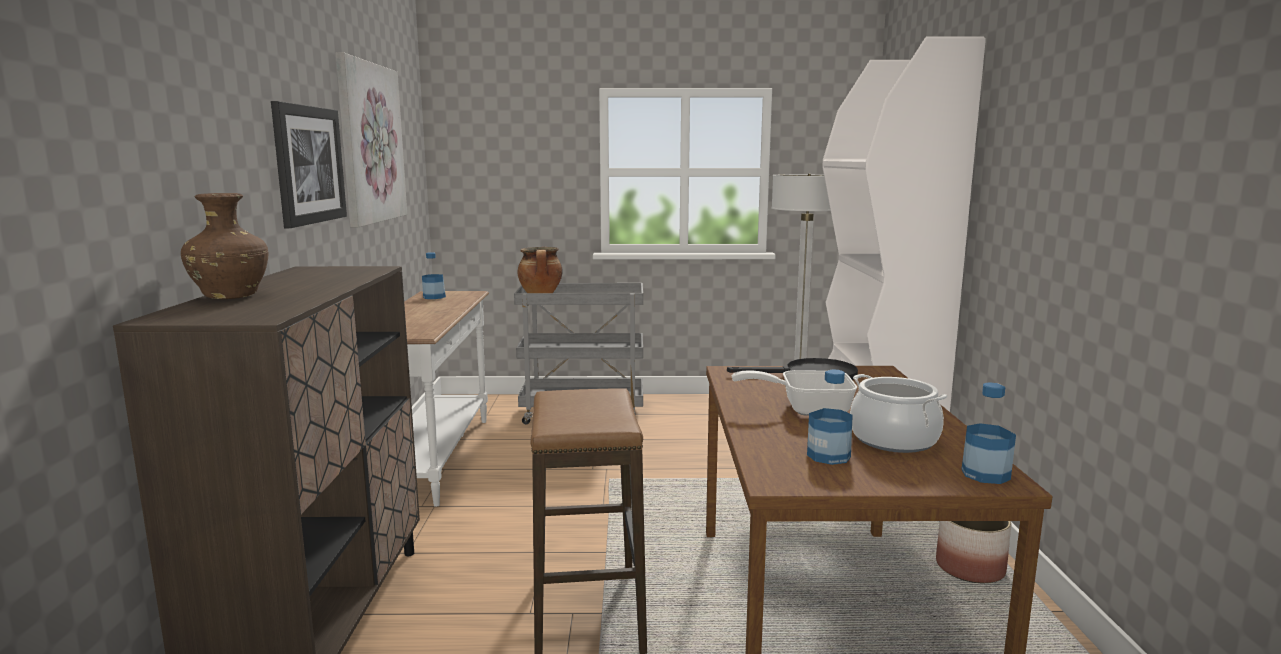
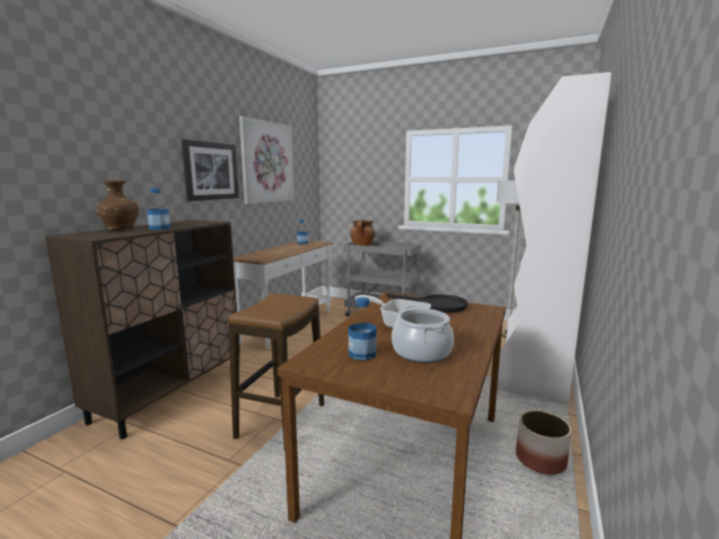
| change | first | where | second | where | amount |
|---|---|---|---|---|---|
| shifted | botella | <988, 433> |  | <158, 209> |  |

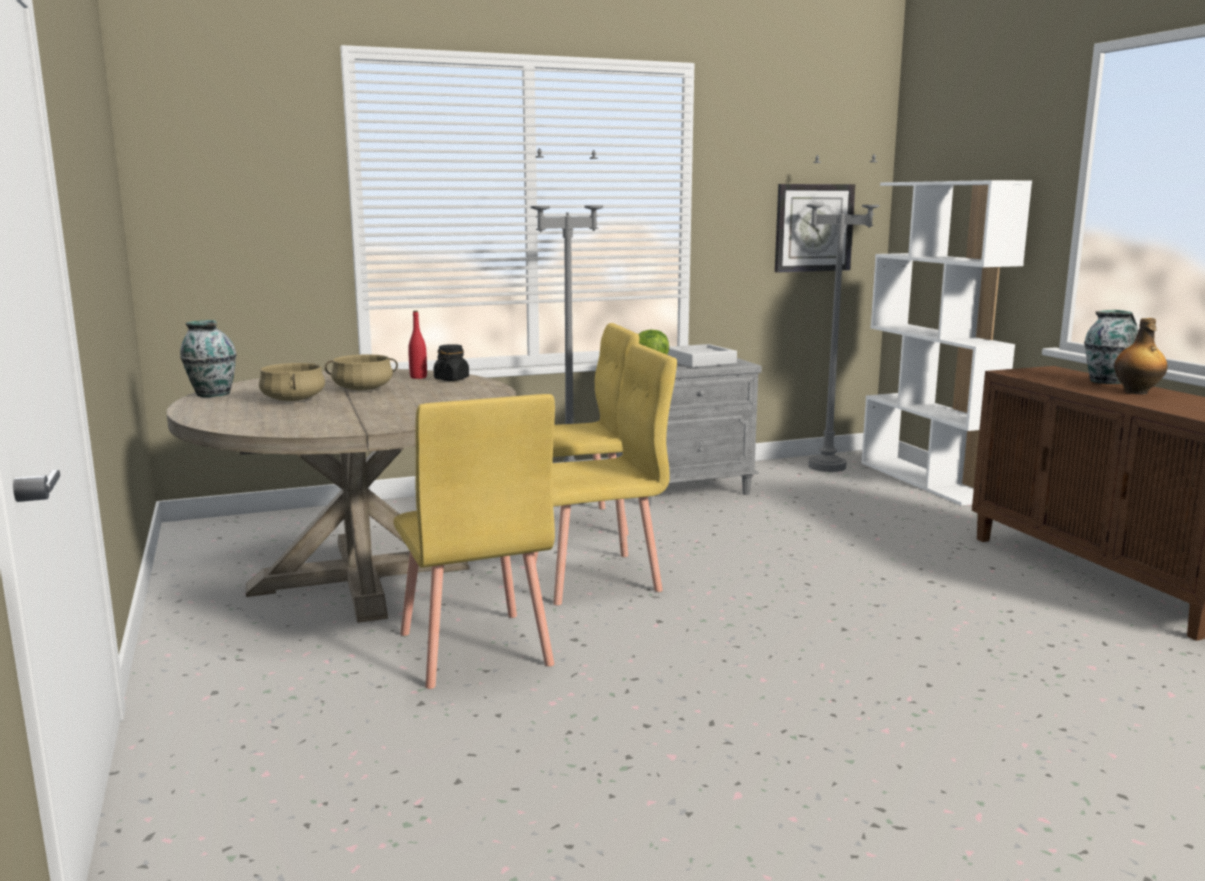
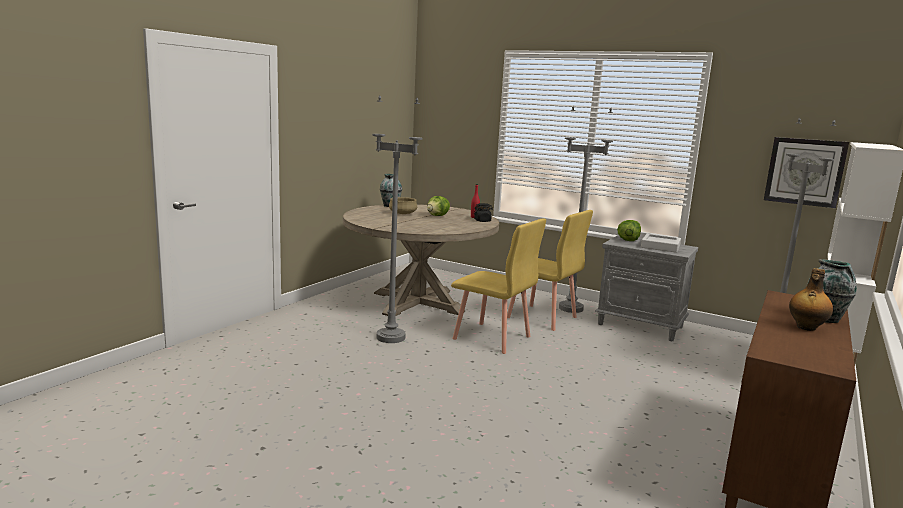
| change | first | where | second | where | amount |
|---|---|---|---|---|---|
| swapped | olla/beis | <361, 372> | lechuga | <438, 206> |  |
| swapped | silla/amarillo | <474, 541> | lámpara de pie/gris | <397, 219> |  |

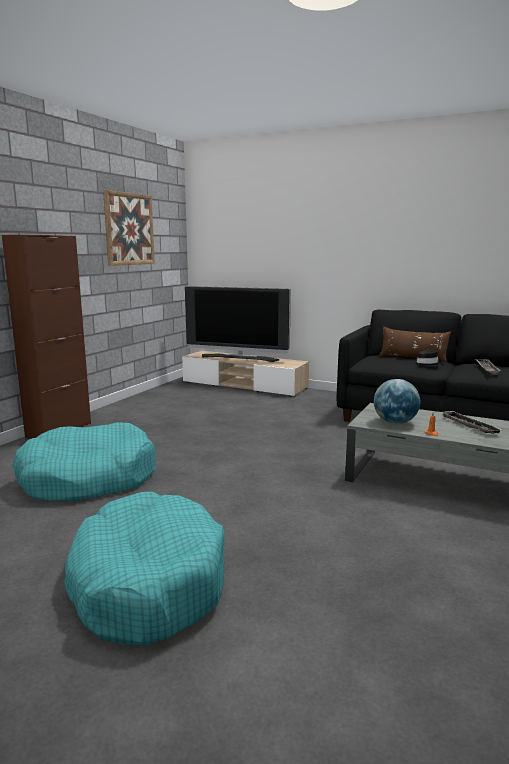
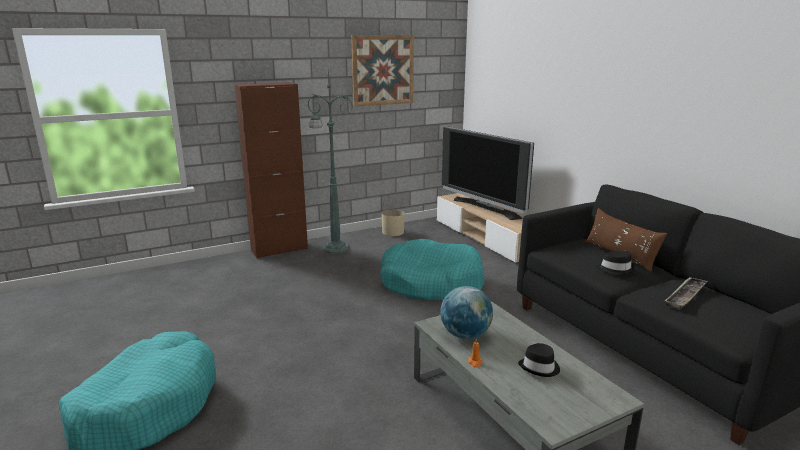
| change | first | where | second | where | amount |
|---|---|---|---|---|---|
| new |  |  | lámpara de pie/verde | <330, 161> |  |
| new |  |  | maceta/beis | <393, 223> |  |
| shifted | cama para perro/turquesa | <84, 462> |  | <432, 269> |  |
| swapped | bandeja | <471, 422> | sombrero/negro | <539, 360> |  |

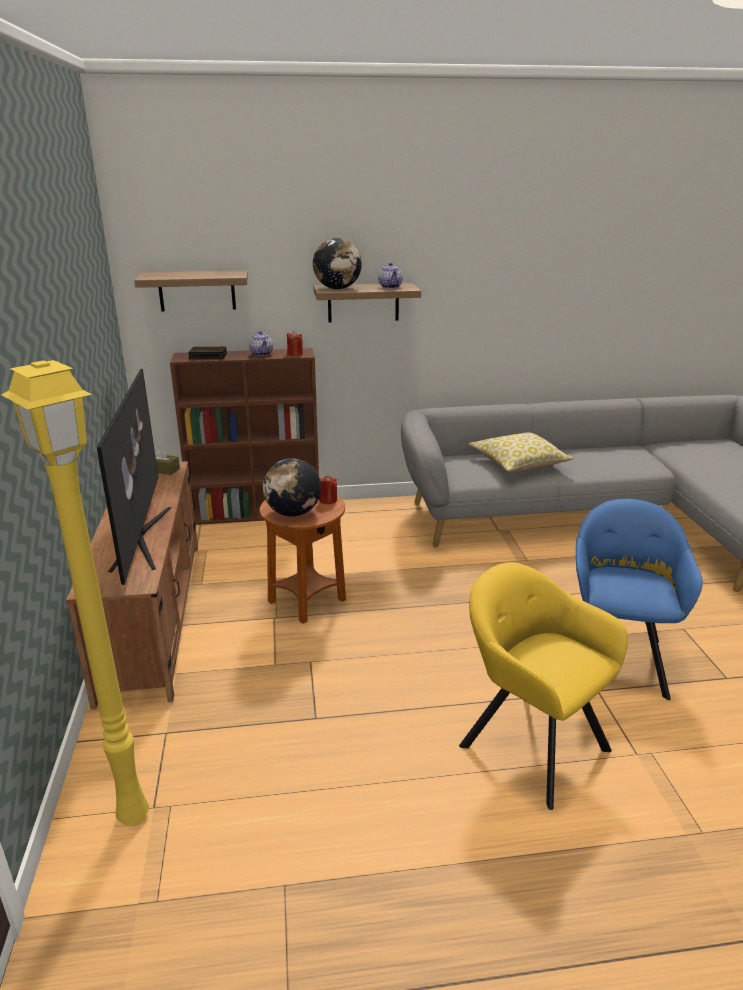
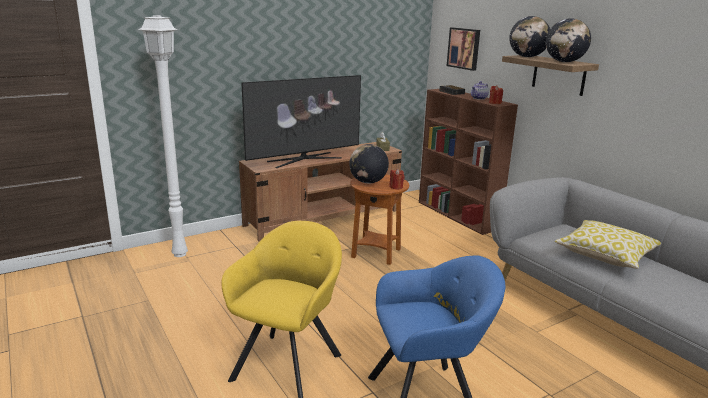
| change | first | where | second | where | amount |
|---|---|---|---|---|---|
| swapped | estante | <191, 291> | cuadro | <463, 49> |  |
| swapped | tetera | <390, 276> | globo terráqueo | <568, 40> |  |
| repainted | lámpara de pie/amarillo | <75, 593> | lámpara de pie/blanco | <163, 136> |  |

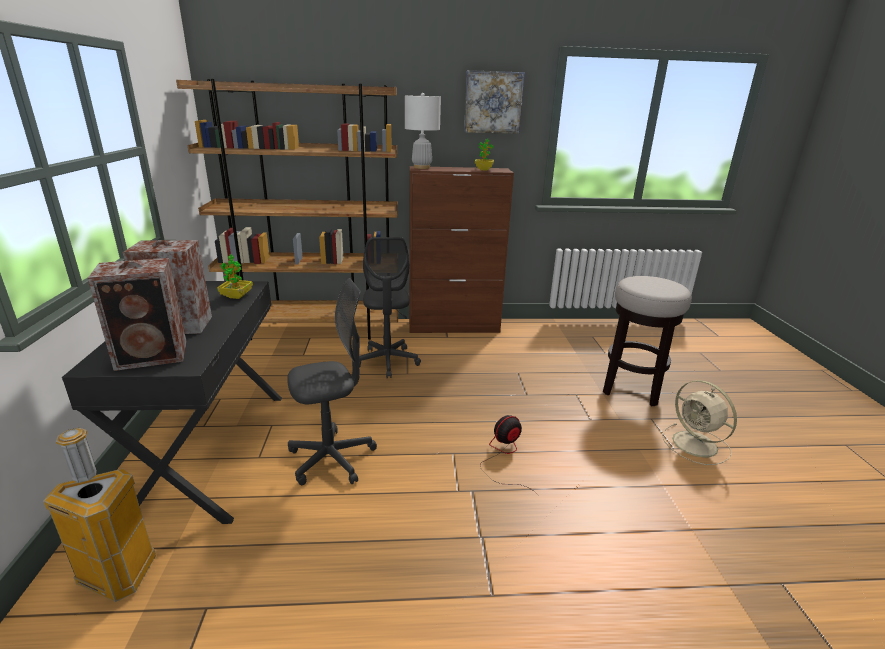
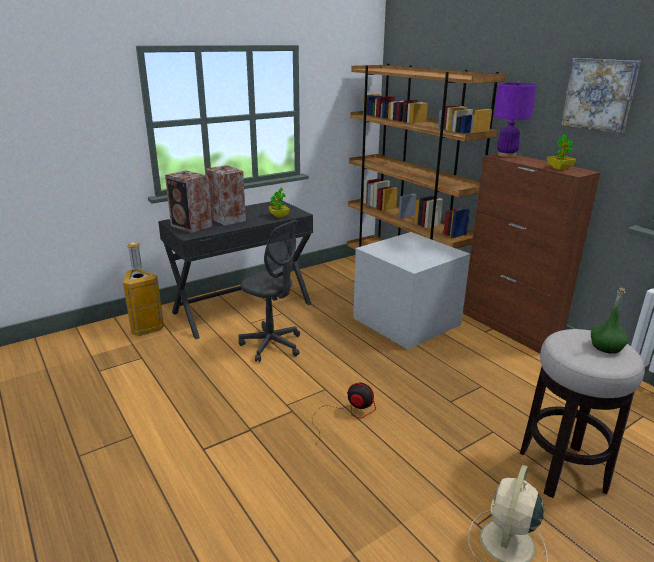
| change | first | where | second | where | amount |
|---|---|---|---|---|---|
| new |  |  | botella/verde | <610, 321> |  |
| swapped | silla de oficina/gris | <390, 307> | caja de almacenaje/gris | <411, 291> |  |
| repainted | lámpara de mesa/blanco | <423, 131> | lámpara de mesa/morado | <515, 119> |  |

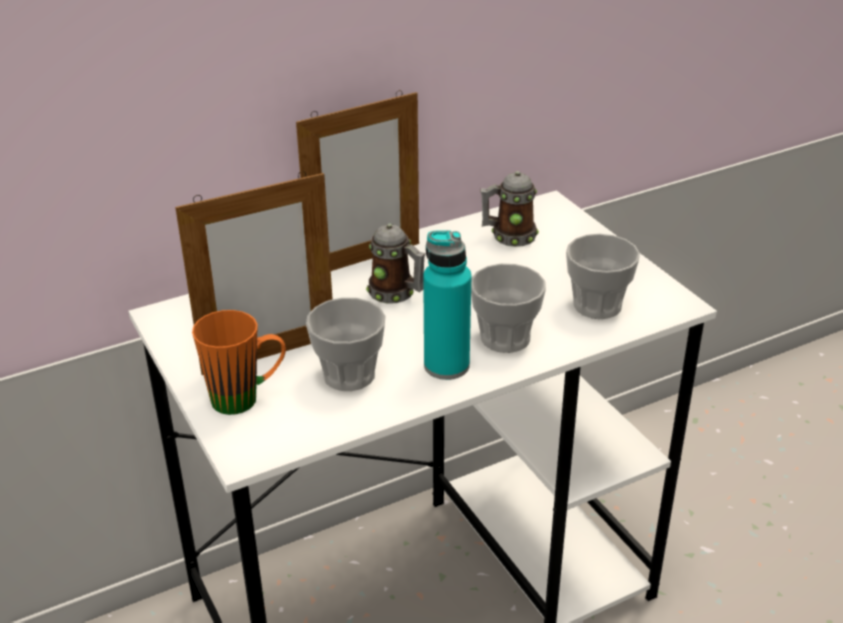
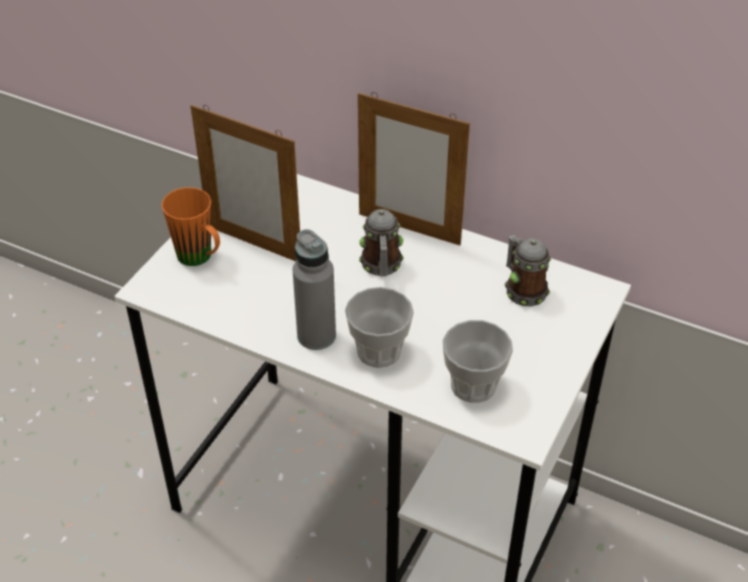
| change | first | where | second | where | amount |
|---|---|---|---|---|---|
| gone | taza | <346, 344> |  |  |  |
| repainted | botella/turquesa | <447, 305> | botella/gris | <314, 289> |  |

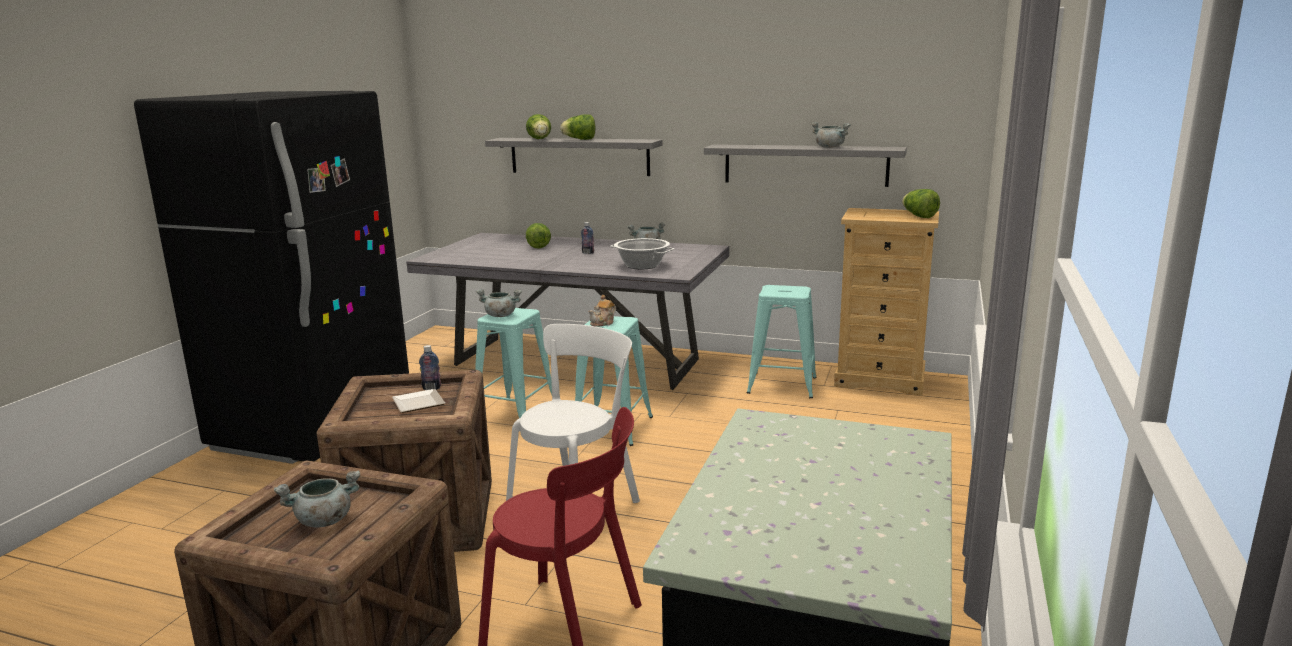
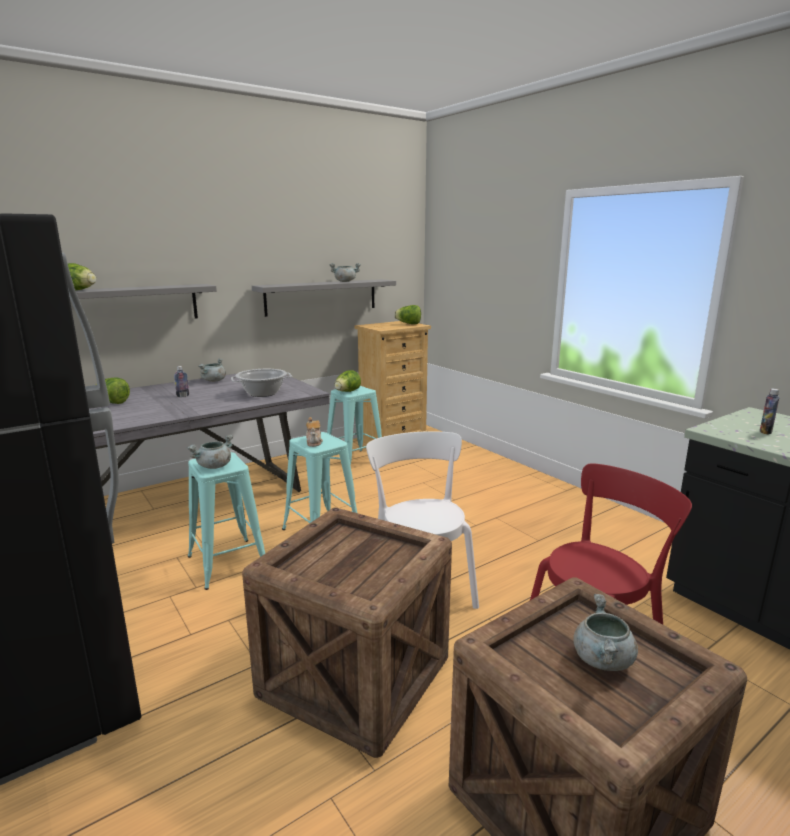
| change | first | where | second | where | amount |
|---|---|---|---|---|---|
| gone | plato | <418, 401> |  |  |  |
| shifted | botella | <430, 367> |  | <769, 412> |  |
| shifted | lechuga | <577, 127> |  | <347, 381> |  |

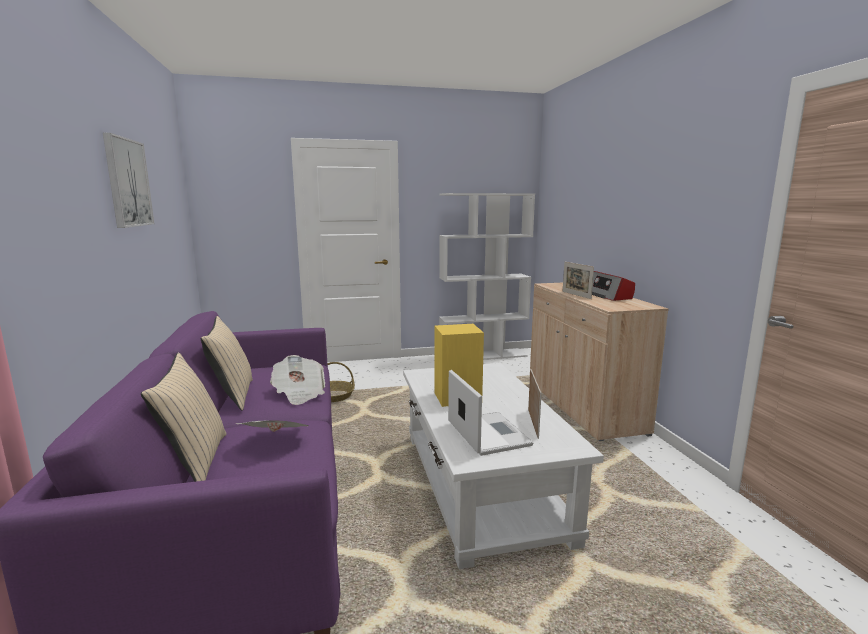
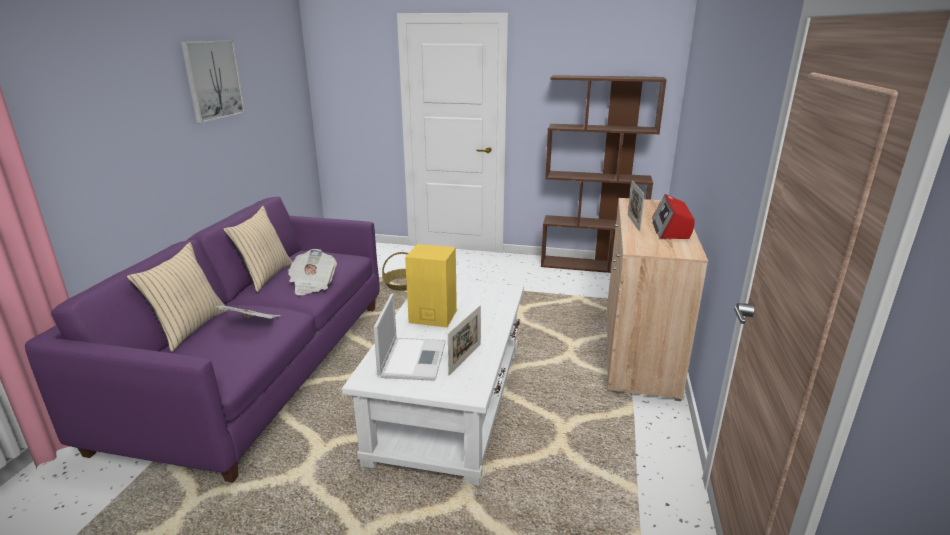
| change | first | where | second | where | amount |
|---|---|---|---|---|---|
| repainted | estantería/blanco | <487, 276> | estantería/marrón | <604, 174> |  |

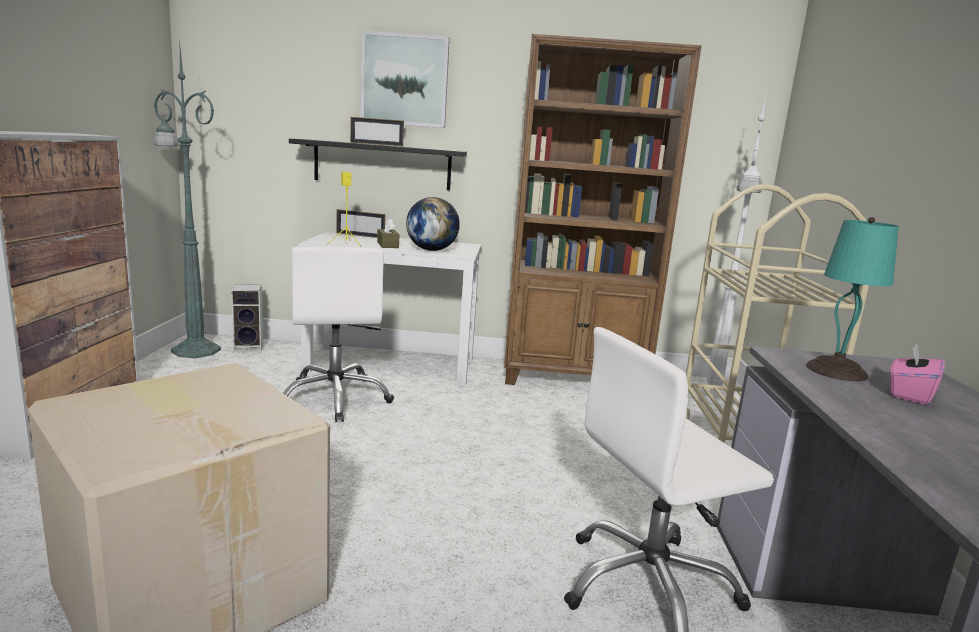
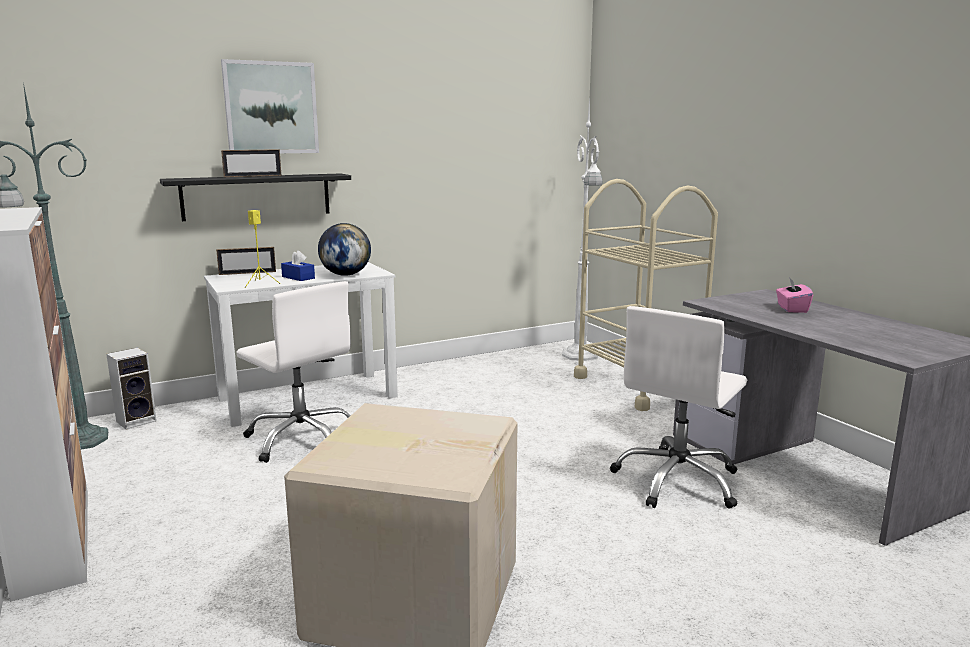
| change | first | where | second | where | amount |
|---|---|---|---|---|---|
| gone | estantería/marrón | <603, 209> |  |  |  |
| gone | lámpara de mesa/turquesa | <852, 299> |  |  |  |
| repainted | caja de pañuelos/marrón | <388, 233> | caja de pañuelos/azul | <298, 265> |  |

